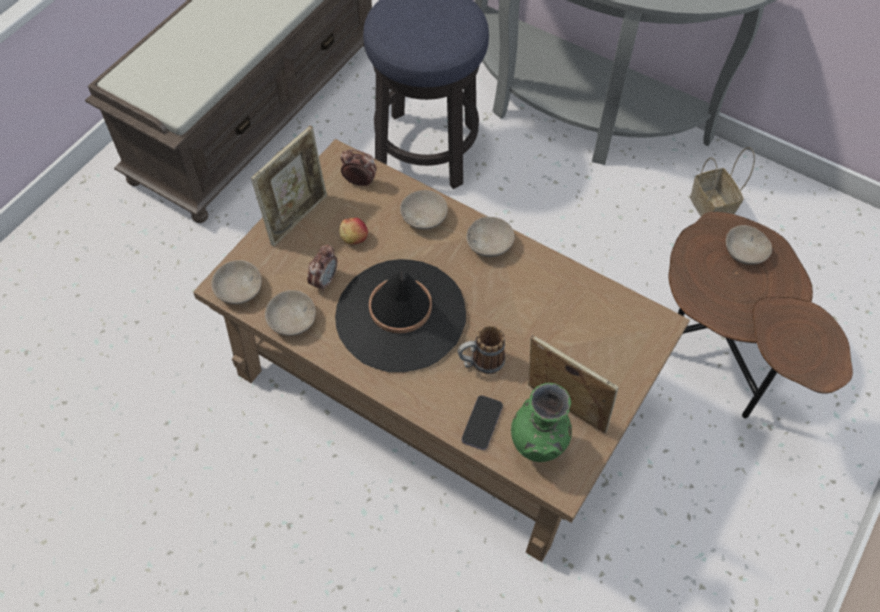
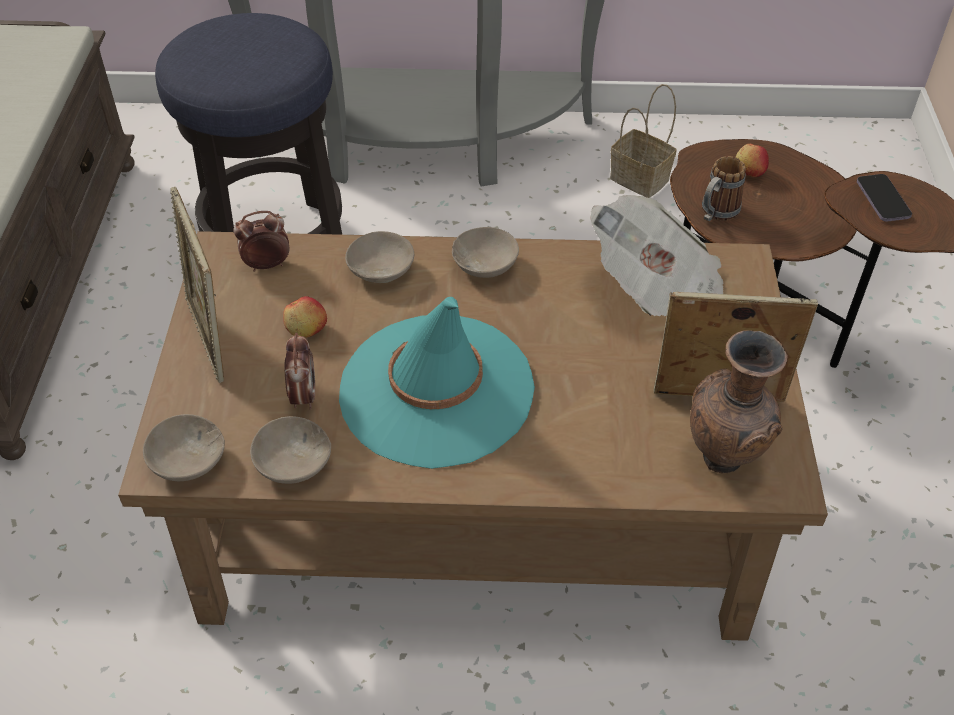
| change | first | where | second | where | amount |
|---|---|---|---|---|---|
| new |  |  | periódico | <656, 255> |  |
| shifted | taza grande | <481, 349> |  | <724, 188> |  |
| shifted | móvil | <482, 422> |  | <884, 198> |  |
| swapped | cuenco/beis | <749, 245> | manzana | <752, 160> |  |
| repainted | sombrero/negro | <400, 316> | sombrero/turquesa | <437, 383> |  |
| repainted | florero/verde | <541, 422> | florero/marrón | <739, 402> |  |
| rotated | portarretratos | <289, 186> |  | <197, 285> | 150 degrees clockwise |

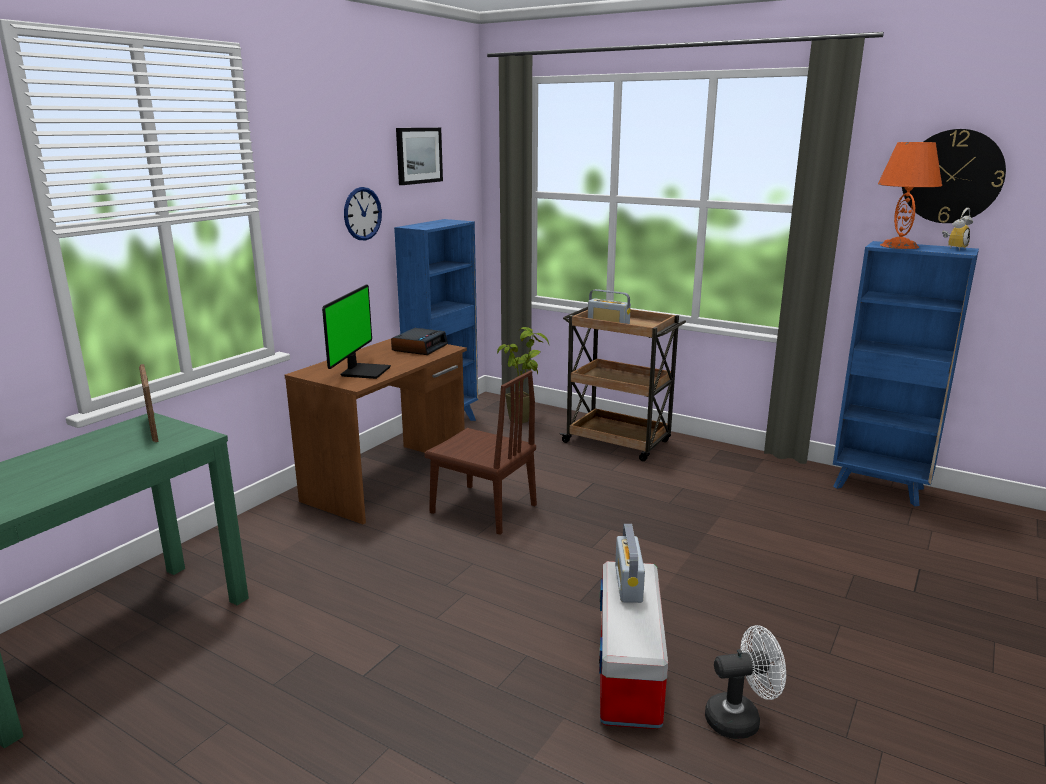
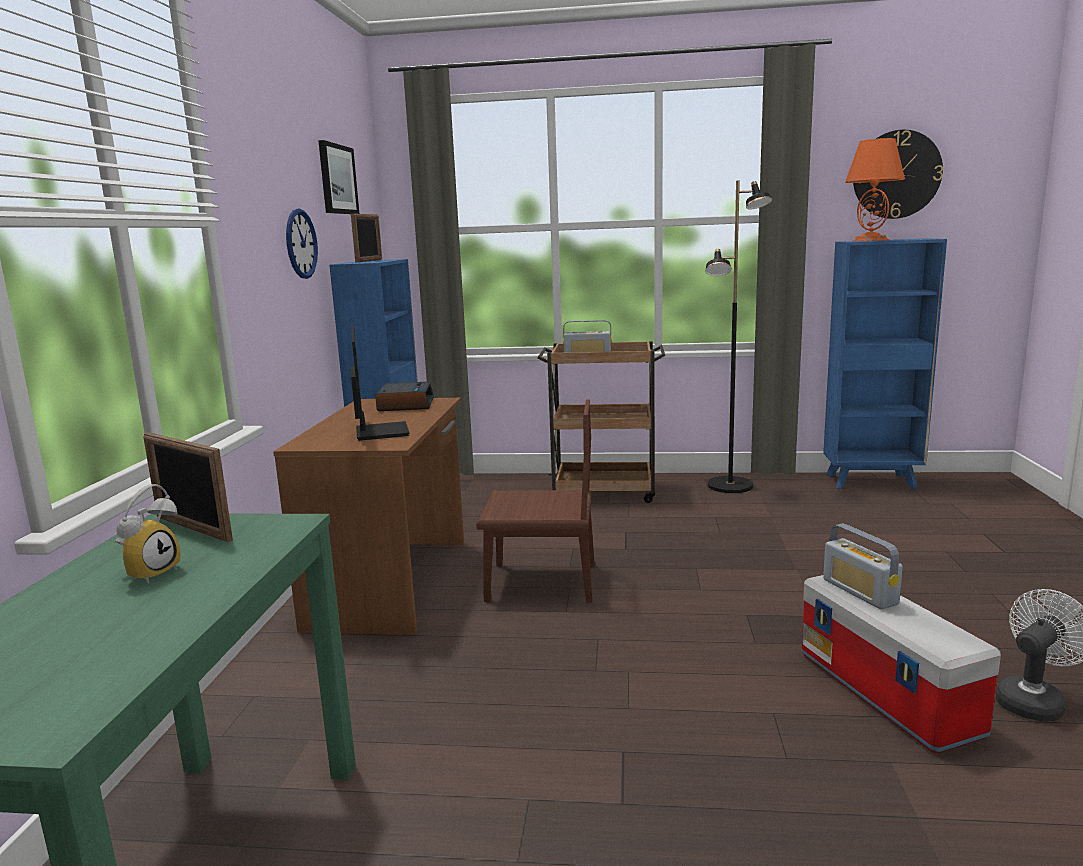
| change | first | where | second | where | amount |
|---|---|---|---|---|---|
| gone | planta en maceta | <523, 375> |  |  |  |
| new |  |  | portarretratos | <366, 238> |  |
| new |  |  | lámpara de pie/negro | <738, 336> |  |
| shifted | despertador | <957, 229> |  | <148, 534> |  |

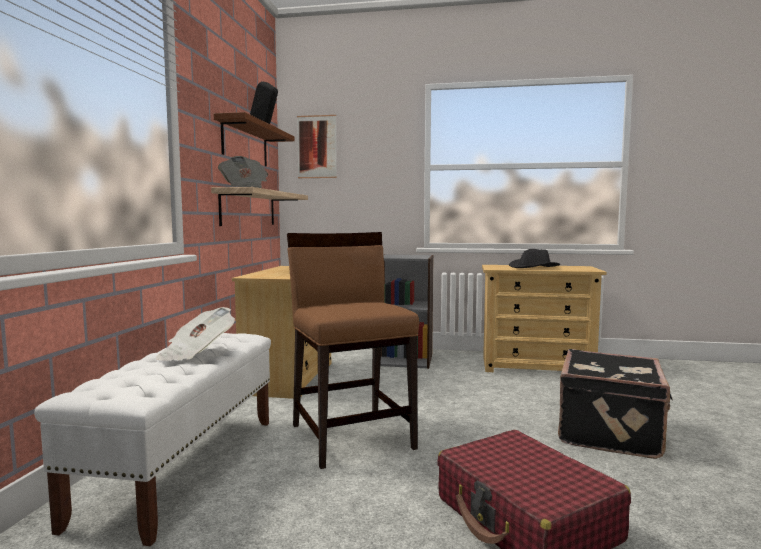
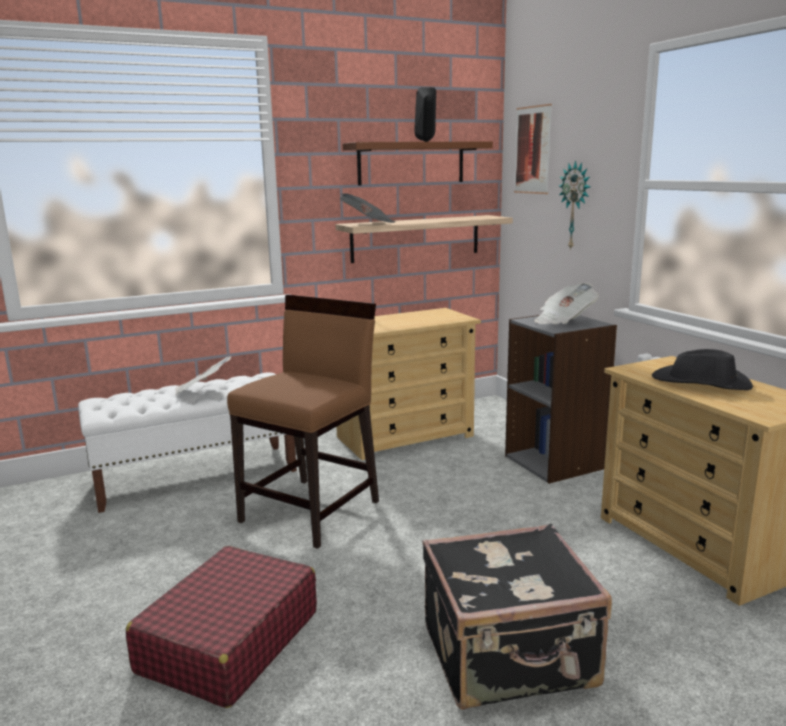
| change | first | where | second | where | amount |
|---|---|---|---|---|---|
| new |  |  | periódico | <566, 303> |  |
| new |  |  | reloj de pared | <574, 206> |  |

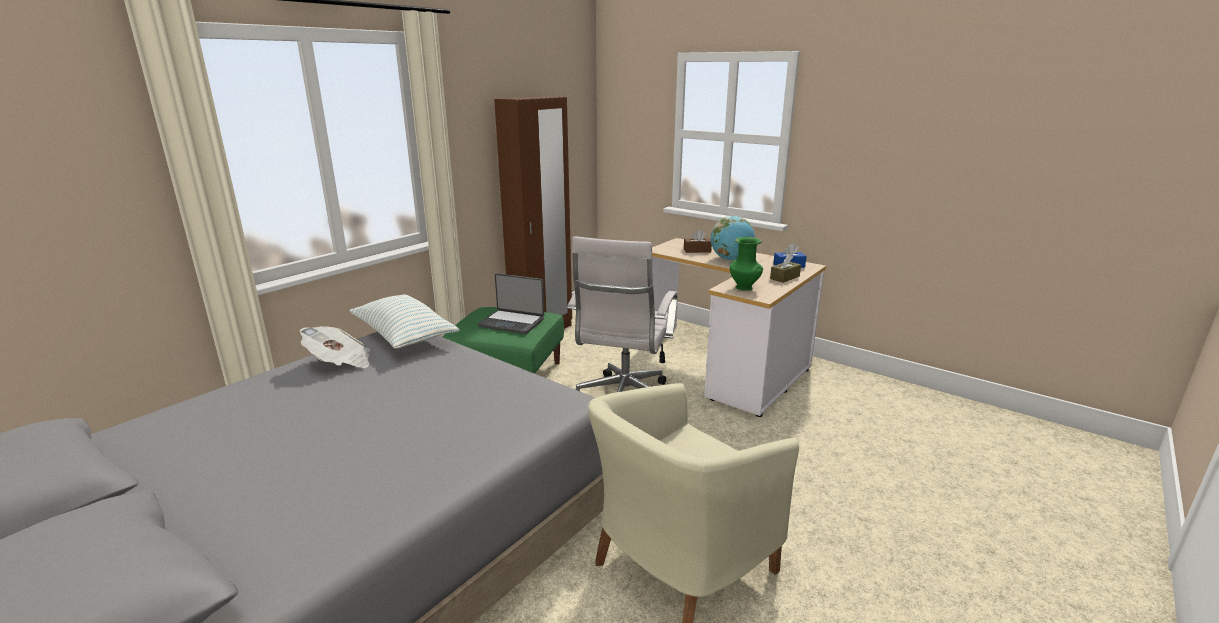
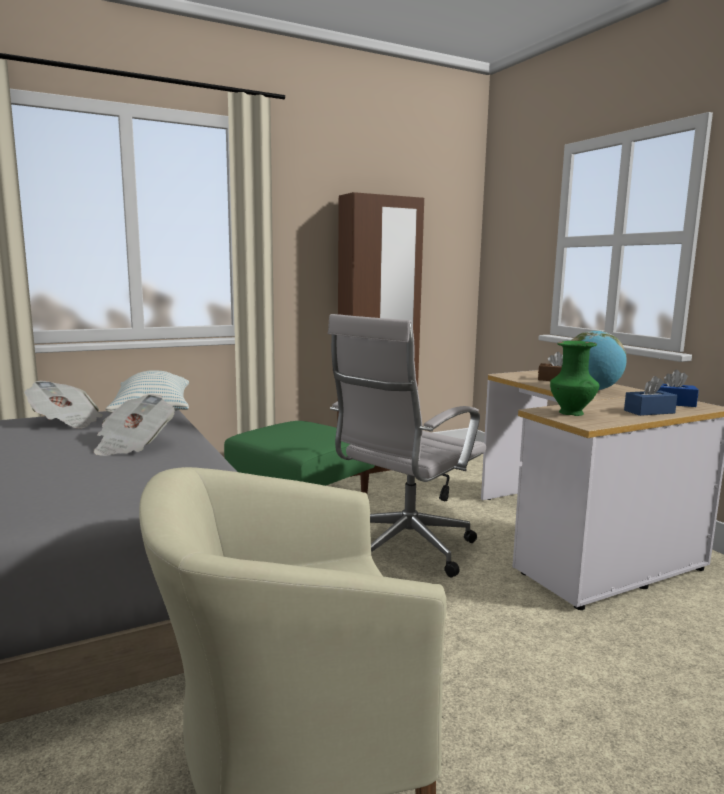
| change | first | where | second | where | amount |
|---|---|---|---|---|---|
| gone | portátil | <511, 303> |  |  |  |
| new |  |  | periódico | <134, 425> |  |
| repainted | caja de pañuelos/marrón | <785, 268> | caja de pañuelos/azul | <650, 396> |  |

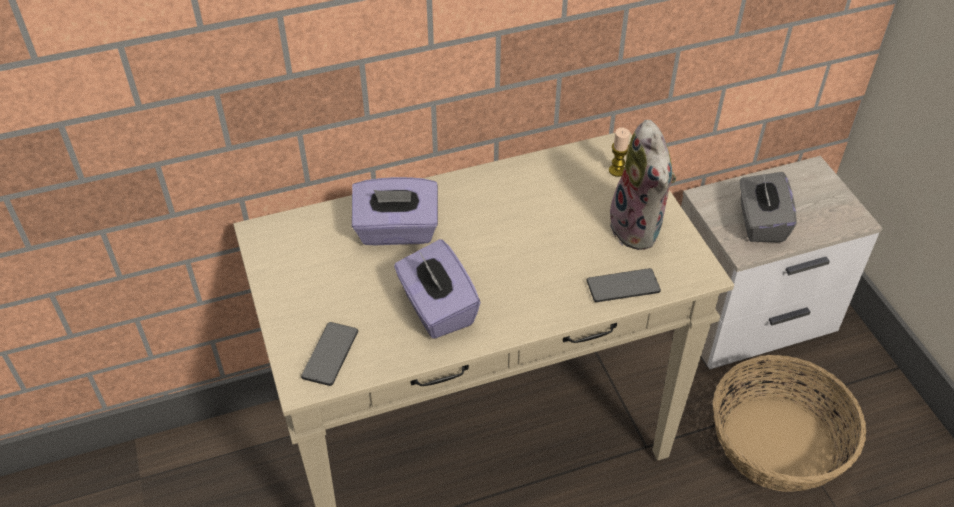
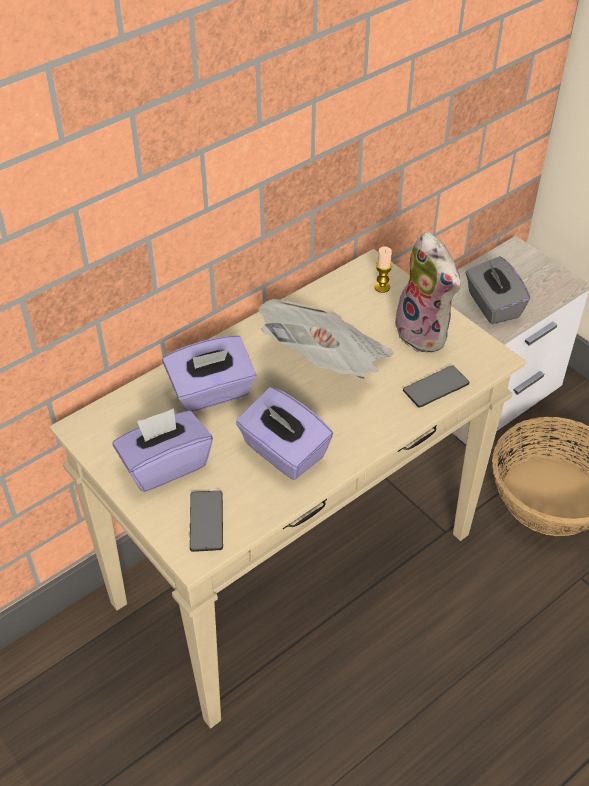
| change | first | where | second | where | amount |
|---|---|---|---|---|---|
| new |  |  | caja de pañuelos/morado | <162, 450> |  |
| new |  |  | periódico | <325, 339> |  |

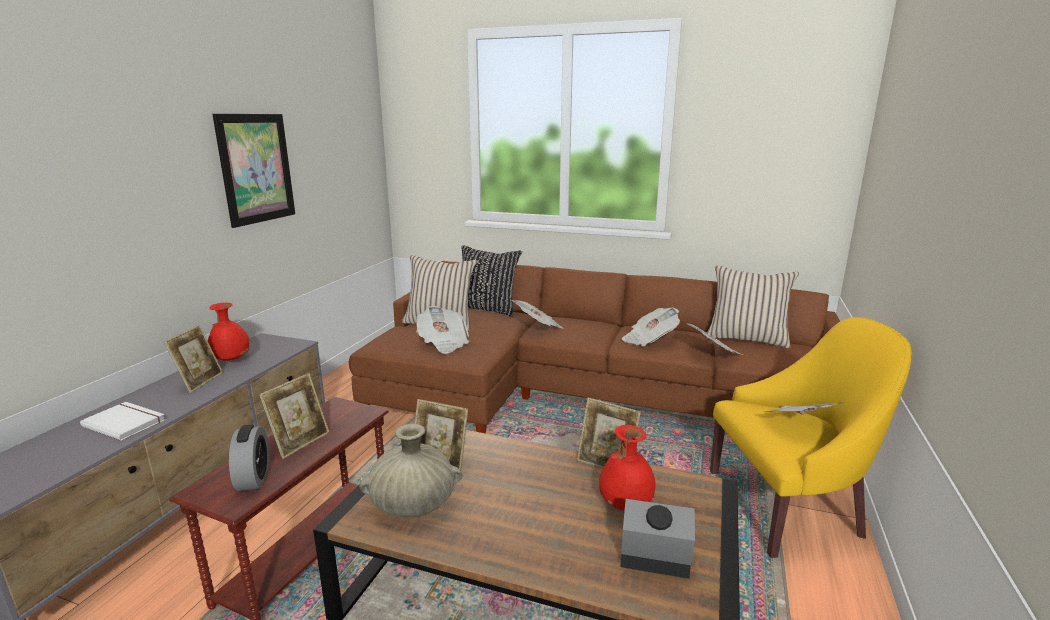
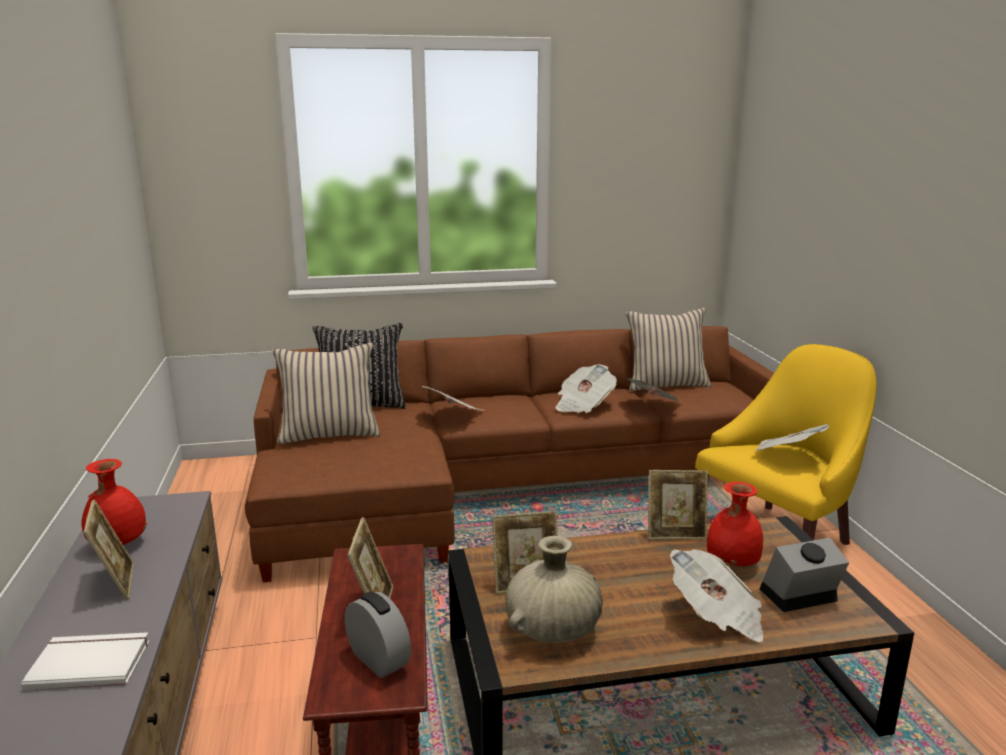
| change | first | where | second | where | amount |
|---|---|---|---|---|---|
| gone | cuadro | <253, 171> |  |  |  |
| shifted | periódico | <443, 330> |  | <716, 595> |  |

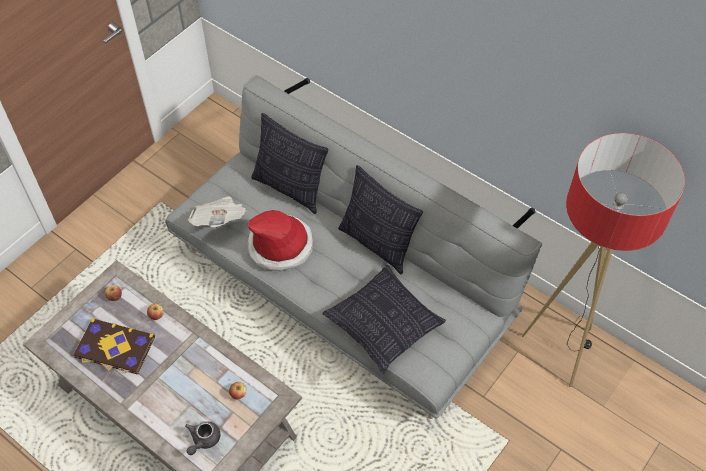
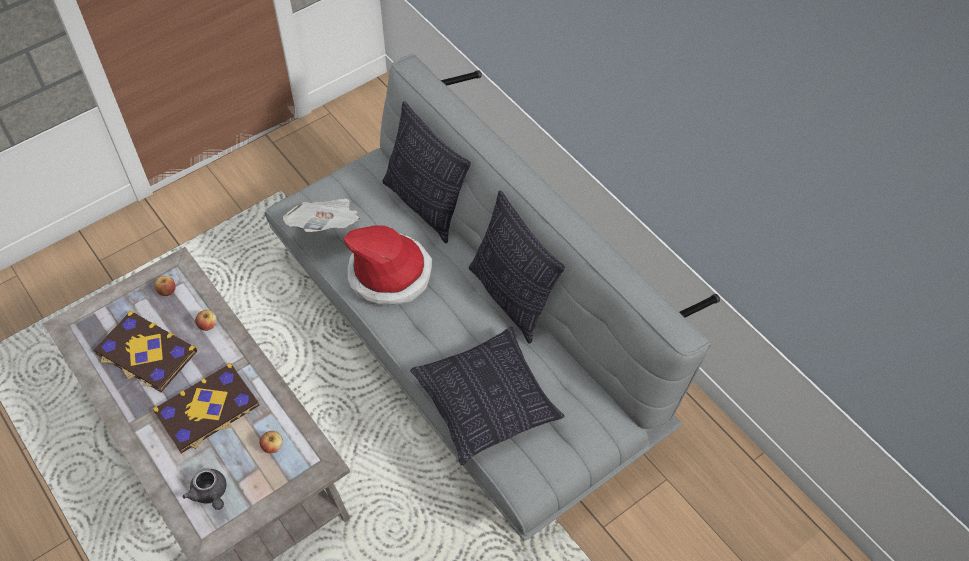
| change | first | where | second | where | amount |
|---|---|---|---|---|---|
| gone | lámpara de pie | <603, 260> |  |  |  |
| new |  |  | libro | <206, 408> |  |
| rotated | tetera/gris | <203, 438> |  | <205, 489> | 75 degrees counterclockwise |

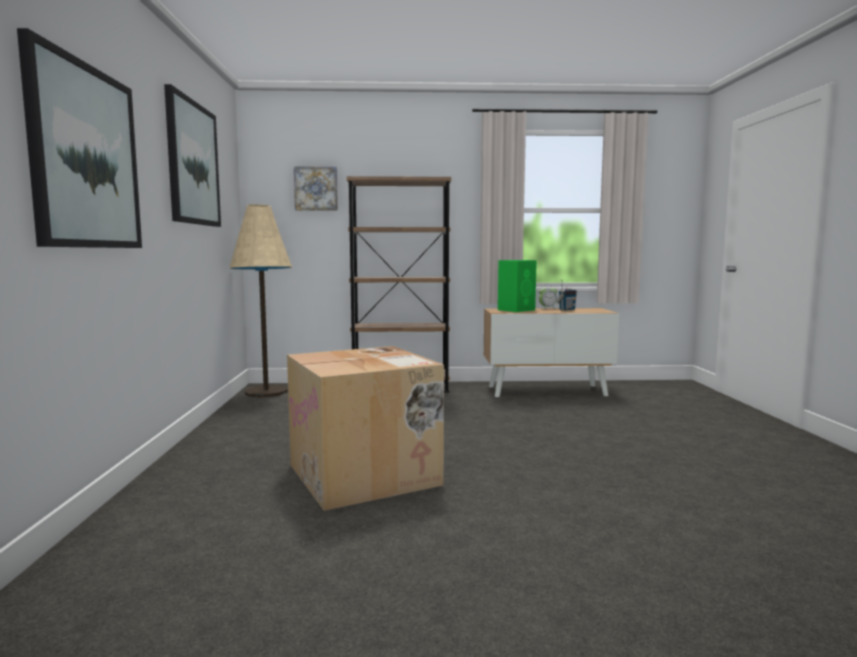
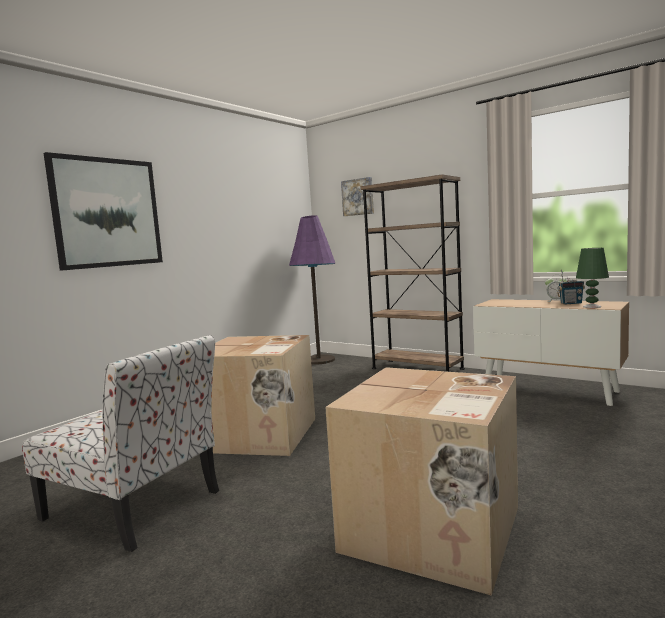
| change | first | where | second | where | amount |
|---|---|---|---|---|---|
| gone | cuadro | <192, 155> |  |  |  |
| gone | altavoz/verde | <517, 286> |  |  |  |
| new |  |  | silla | <120, 443> |  |
| new |  |  | caja de cartón | <421, 481> |  |
| new |  |  | lámpara de mesa/verde | <592, 278> |  |
| repainted | lámpara de pie/beis | <261, 300> | lámpara de pie/morado | <312, 290> |  |

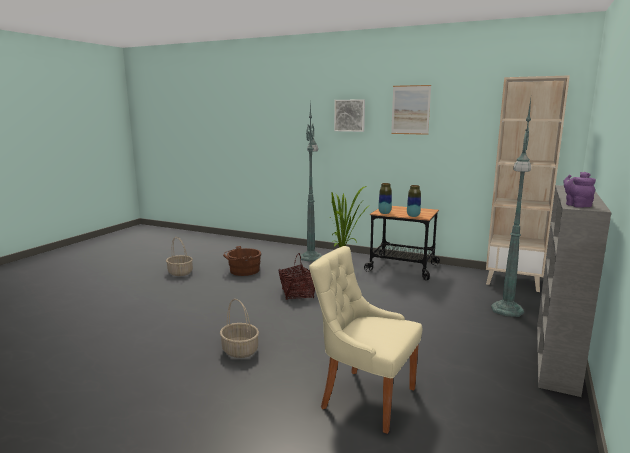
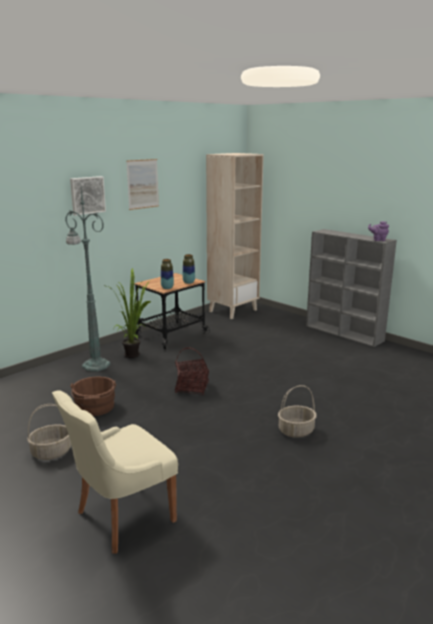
| change | first | where | second | where | amount |
|---|---|---|---|---|---|
| gone | lámpara de pie/verde | <511, 208> |  |  |  |
| shifted | silla/beis | <365, 340> |  | <115, 472> |  |

